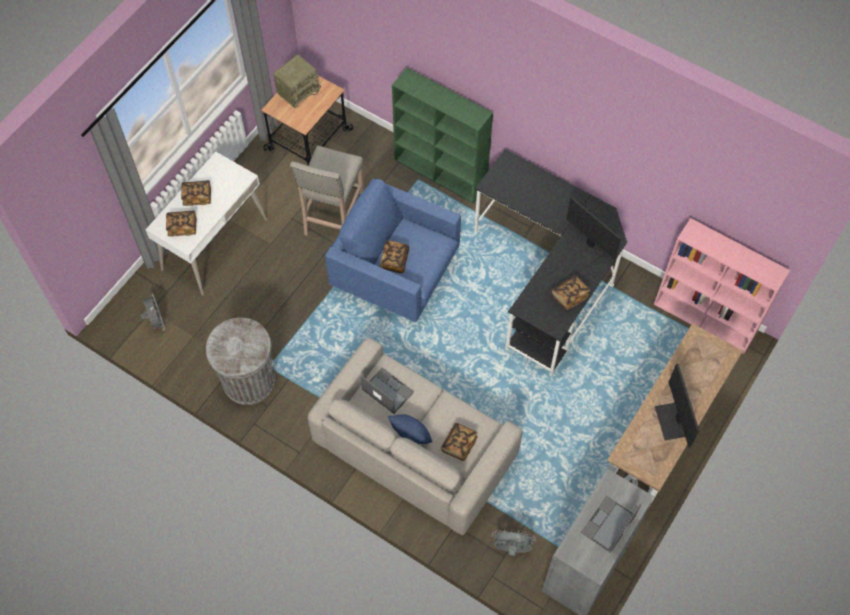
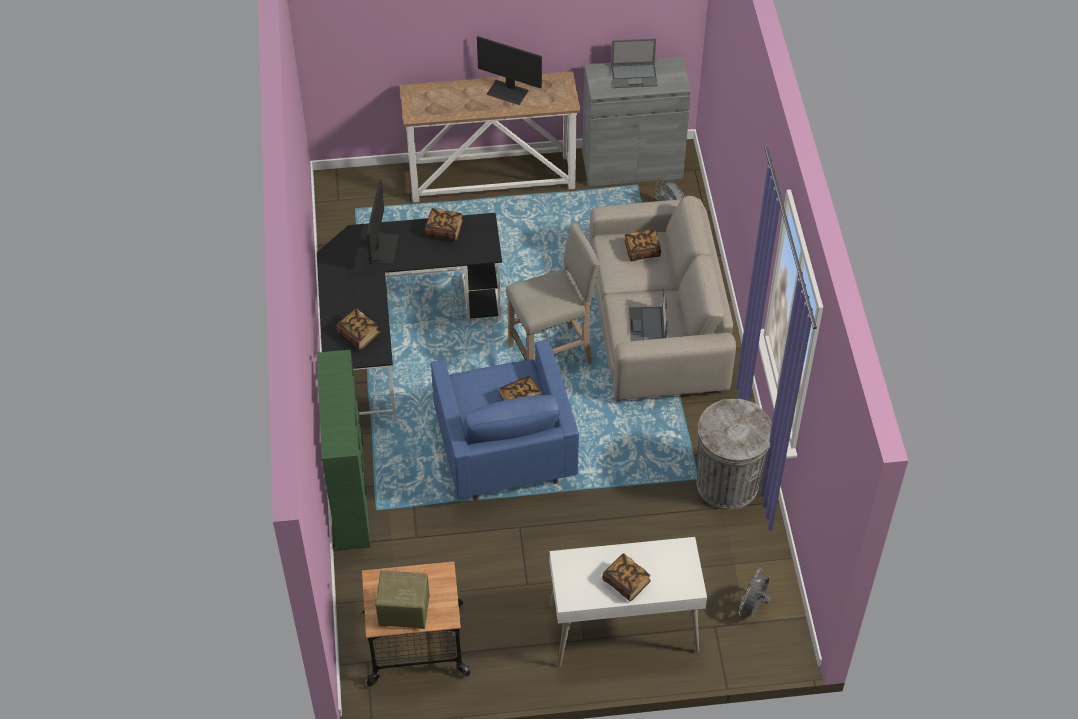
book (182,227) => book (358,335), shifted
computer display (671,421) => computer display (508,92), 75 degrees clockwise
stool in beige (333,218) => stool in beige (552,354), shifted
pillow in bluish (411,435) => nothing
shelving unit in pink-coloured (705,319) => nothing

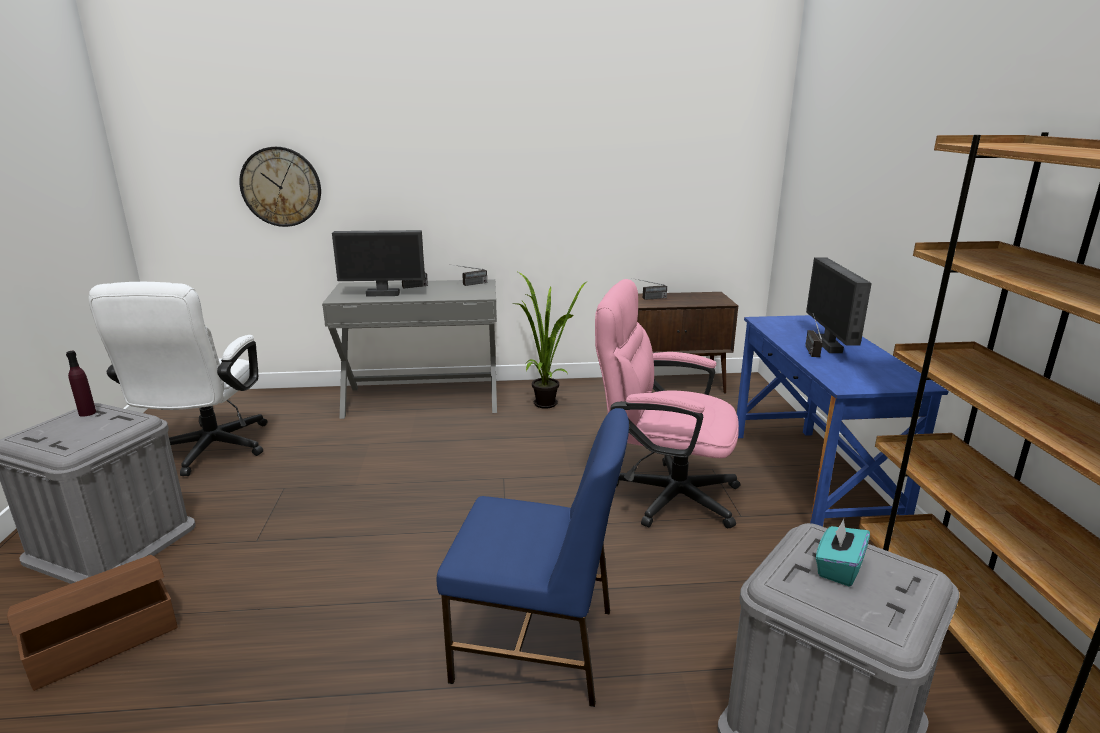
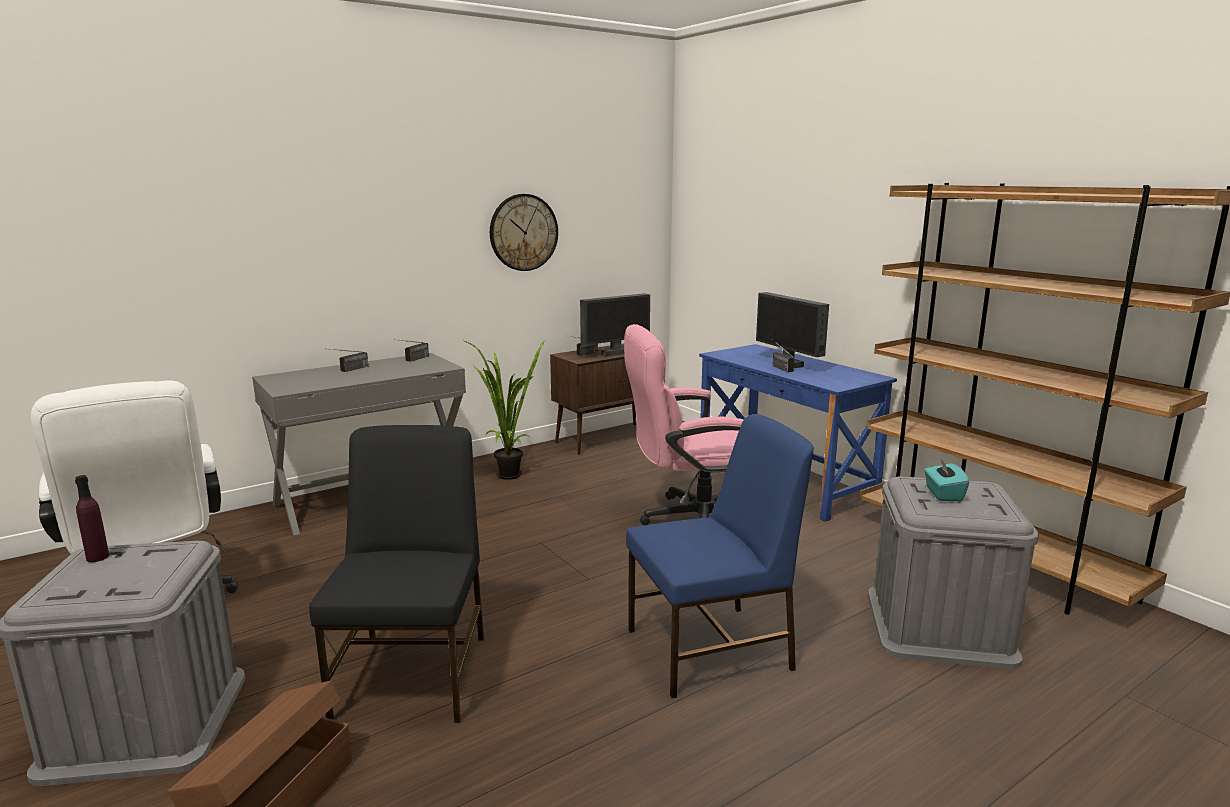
nothing => upright chair in blackish (414,674)
clock on the wall (281,187) => clock on the wall (523,232), shifted
computer display (383,294) => computer display (615,353), shifted

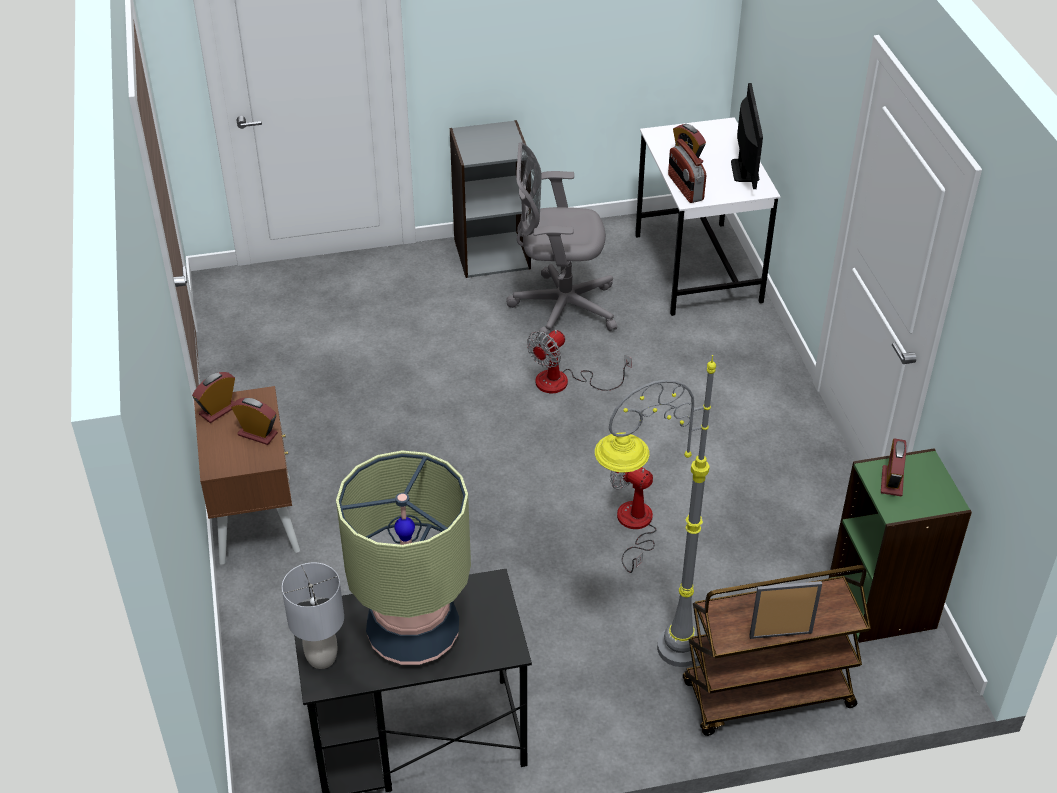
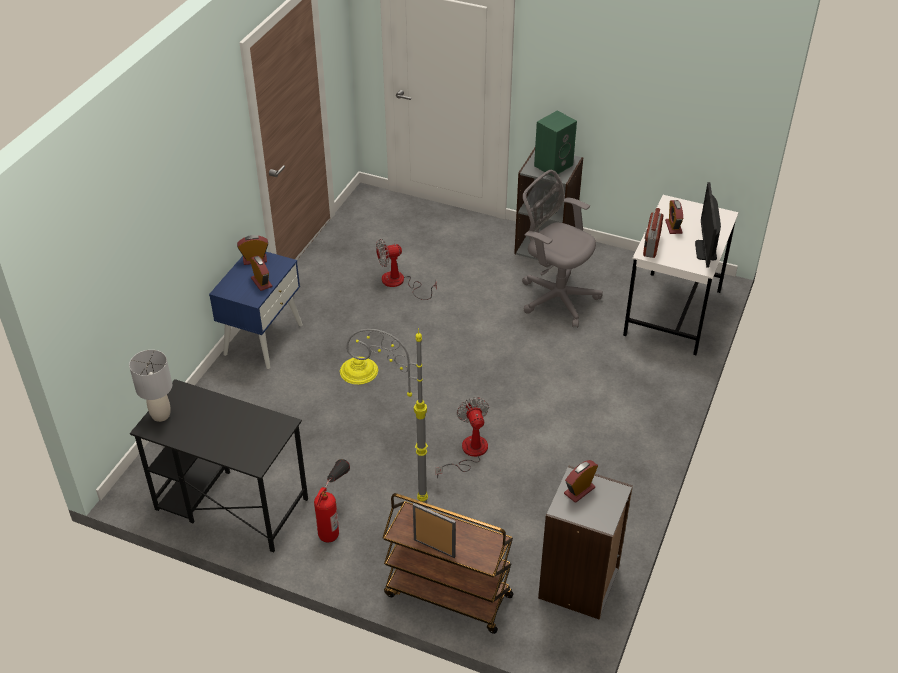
bedside table in brown-coloured (255,518) => bedside table in bluish (263,338)
nothing => fire-fighting cylinder (334,519)
fan (564,382) => fan (399,283), shifted
nothing => speaker in green-coloured (553,165)
shelving unit in green-coloured (883,602) => shelving unit in grey (579,583)
computer display (744,170) => computer display (706,250), 150 degrees clockwise
table lamp (413,633) => nothing

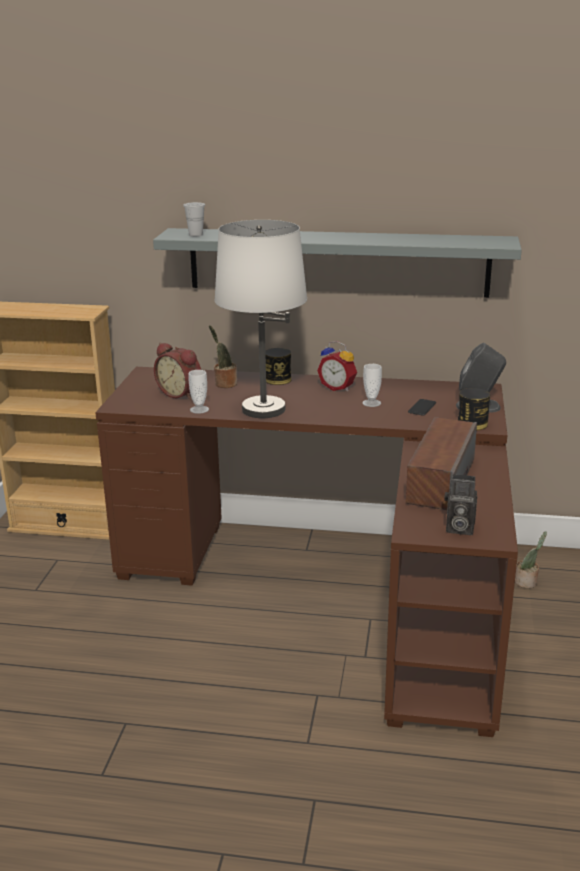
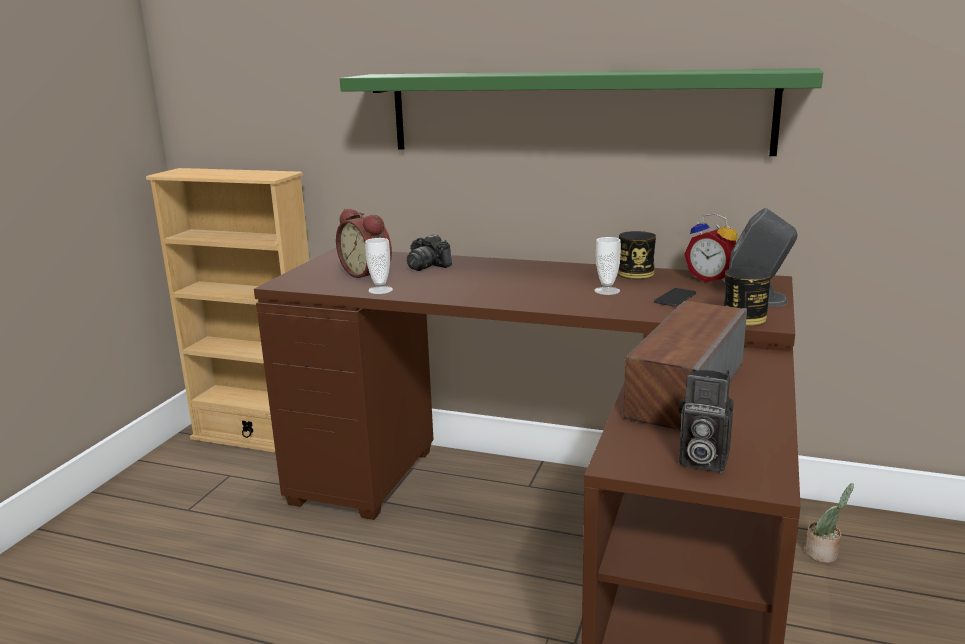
shelf in grey (337,262) => shelf in green-coloured (574,112)
plant in a pot (224,384) => photo camera (427,266)
can (278,380) => can (635,274), shifted
alarm clock (338,387) => alarm clock (712,279), shifted
drinking cup in white-coloured (195,235) => nothing
table lamp in white-coloured (263,410) => nothing

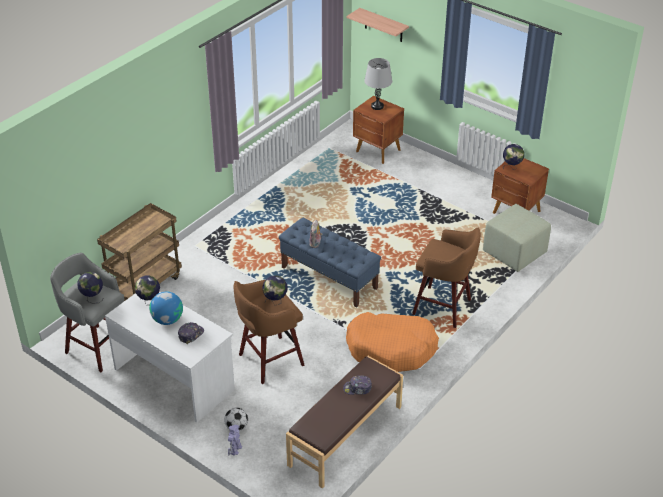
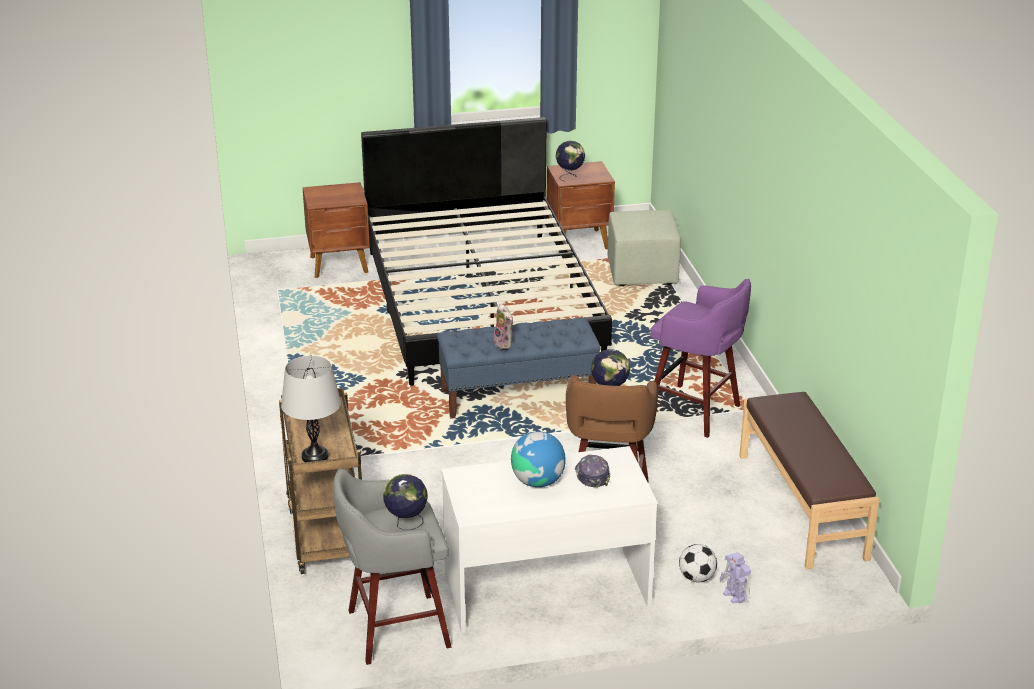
table lamp in grey (377,106) => table lamp in grey (315,456), shifted
nothing => bed in blackish (481,304)
pet bed in orangey (391,349) => stool in purple (695,412)
desk globe (149,302) => nothing
baseball cap (357,388) => nothing
shelf (383,25) => nothing
stool in brown-coloured (443,308) => nothing

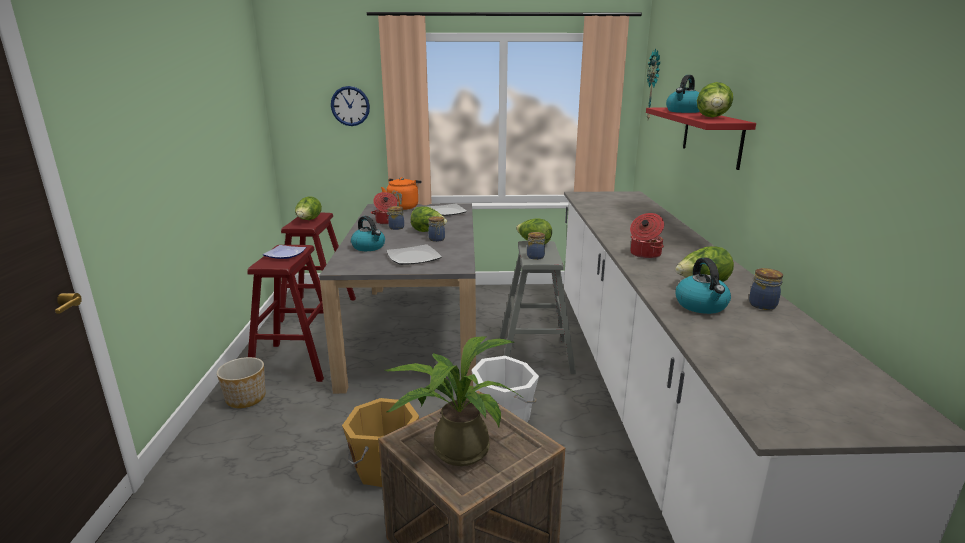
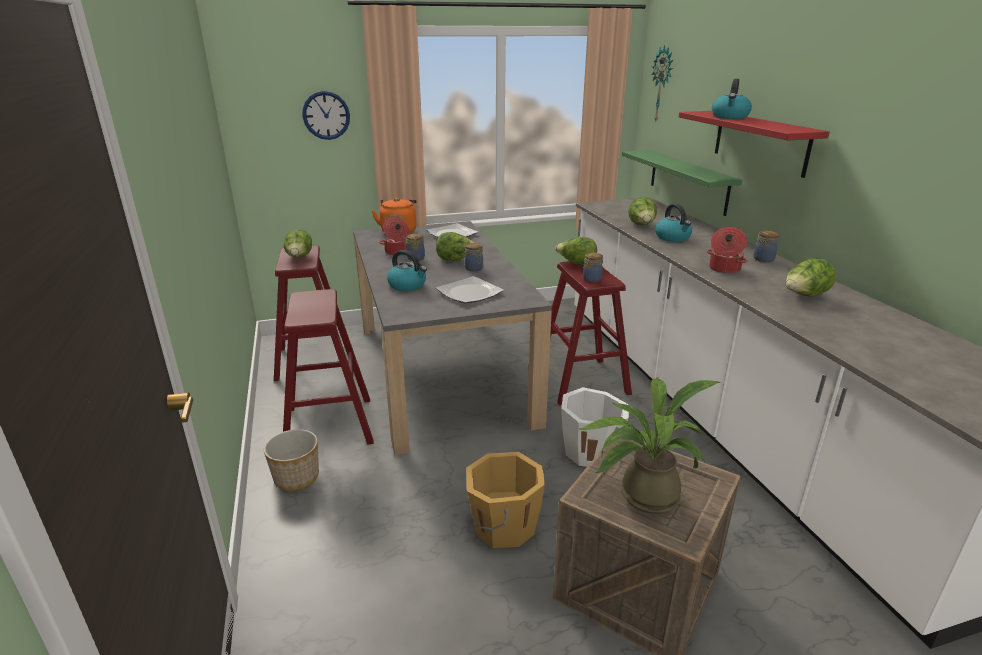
stool in grey (535,356) => stool in red (581,381)
nothing => shelf in green-coloured (688,181)
lettuce (712,118) => lettuce (641,226), shifted
kettle (701,305) => kettle (673,237), shifted
jar (763,305) => jar (764,259), shifted
dinner plate (284,254) => nothing

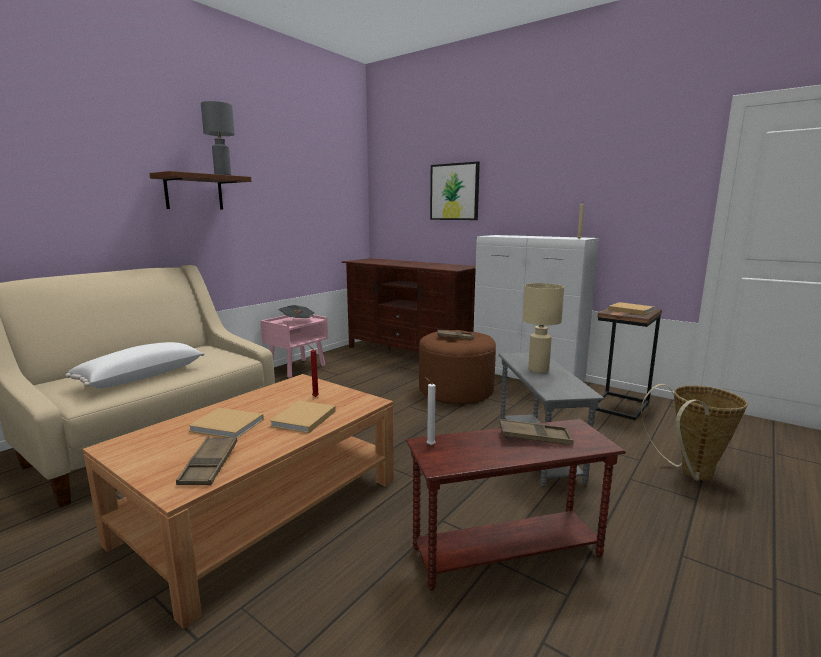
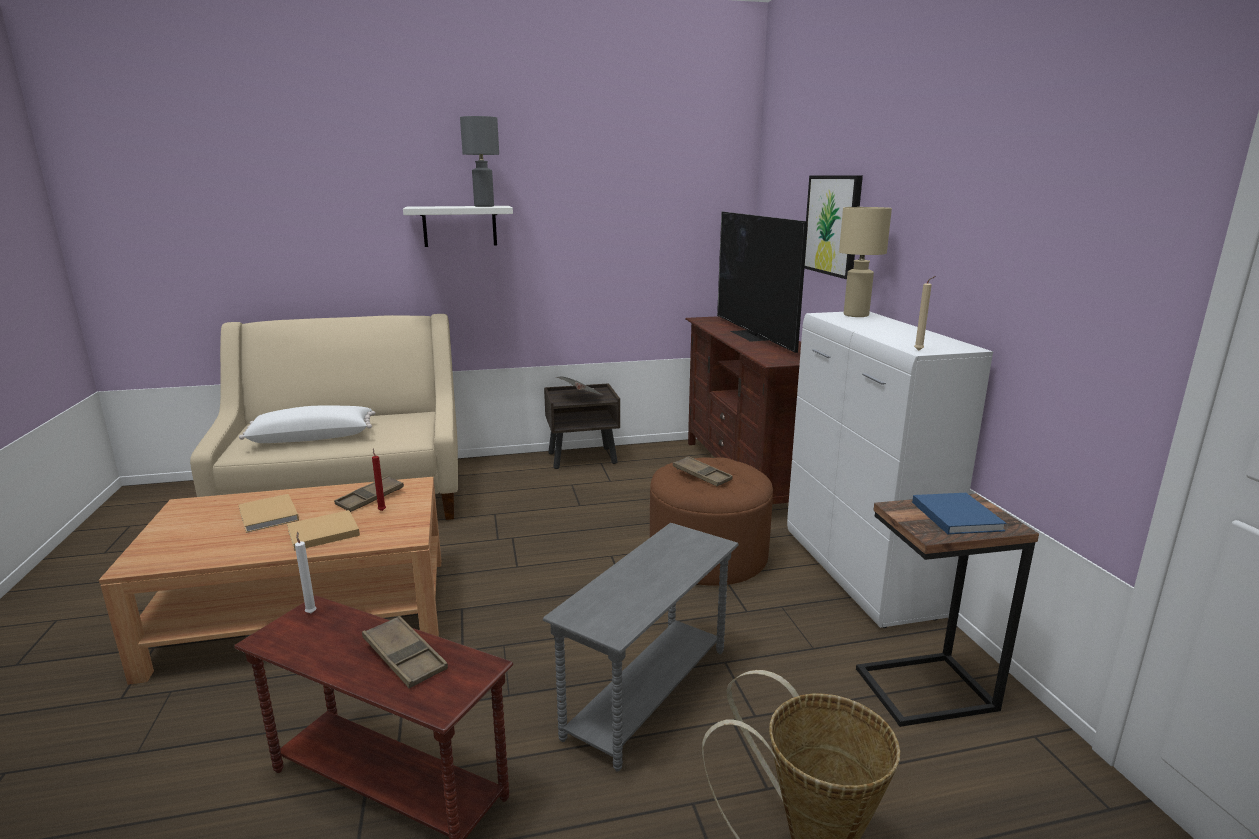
tray in brown-coloured (209,465) => tray in brown-coloured (370,498), shifted
shelf in brown-coloured (194,192) => shelf in white-coloured (459,226)
bedside table in pink-coloured (297,368) => bedside table in brown-coloured (583,458)
nothing => television (753,335)
table lamp in beige (538,370) => table lamp in beige (855,315), shifted
book in beige (629,310) => book in bluish (955,515)

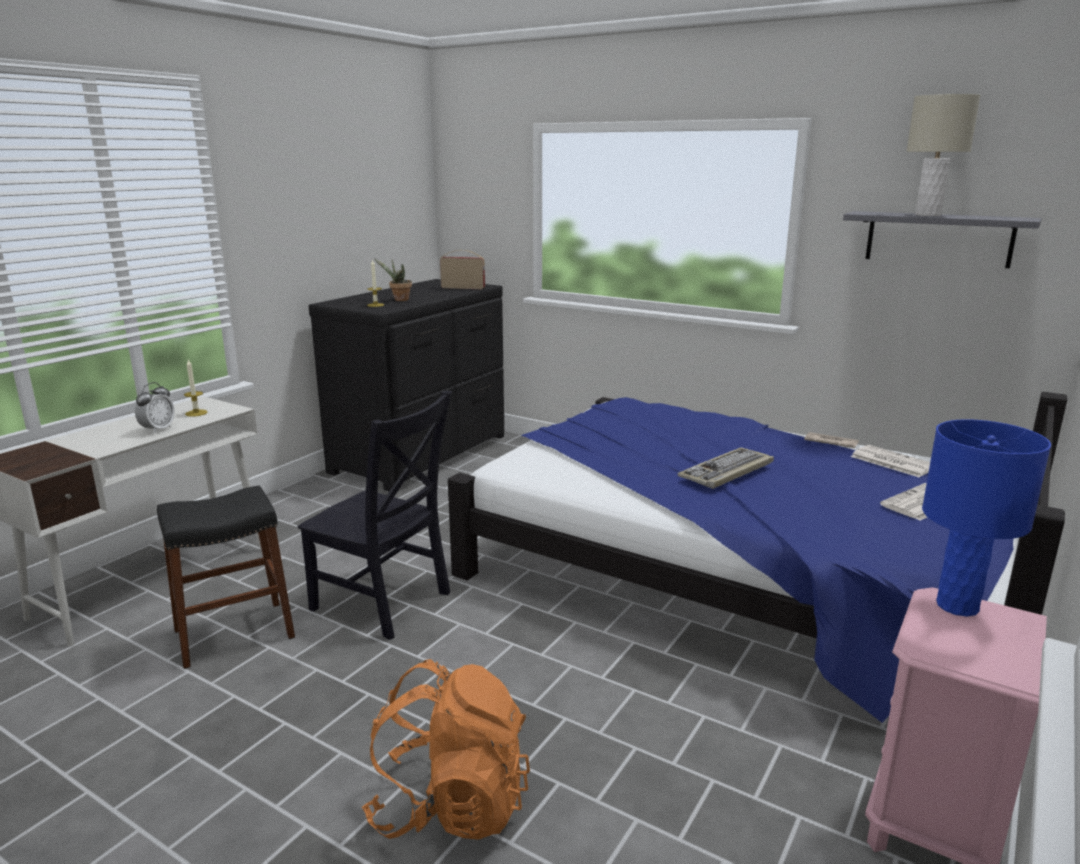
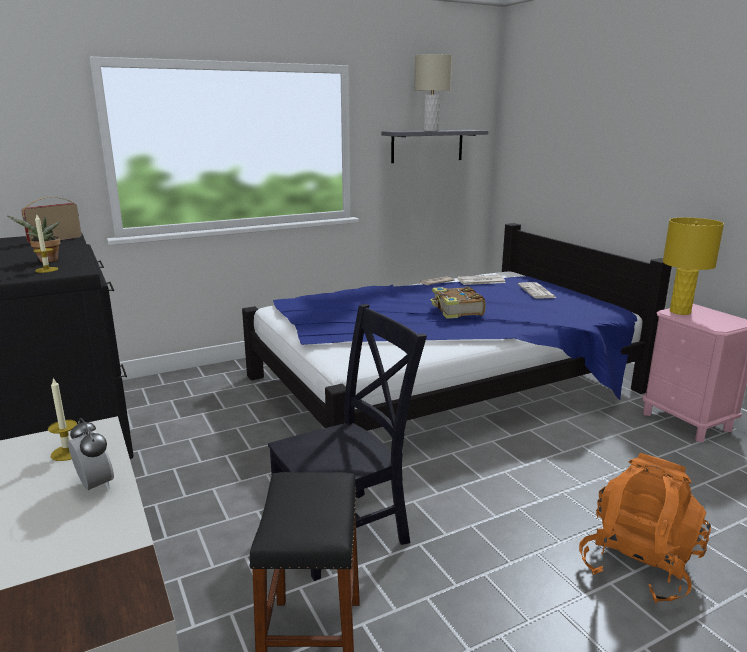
computer keyboard (727,471) => book (456,310)
table lamp in bluish (956,605) => table lamp in yellow-coloured (679,312)

